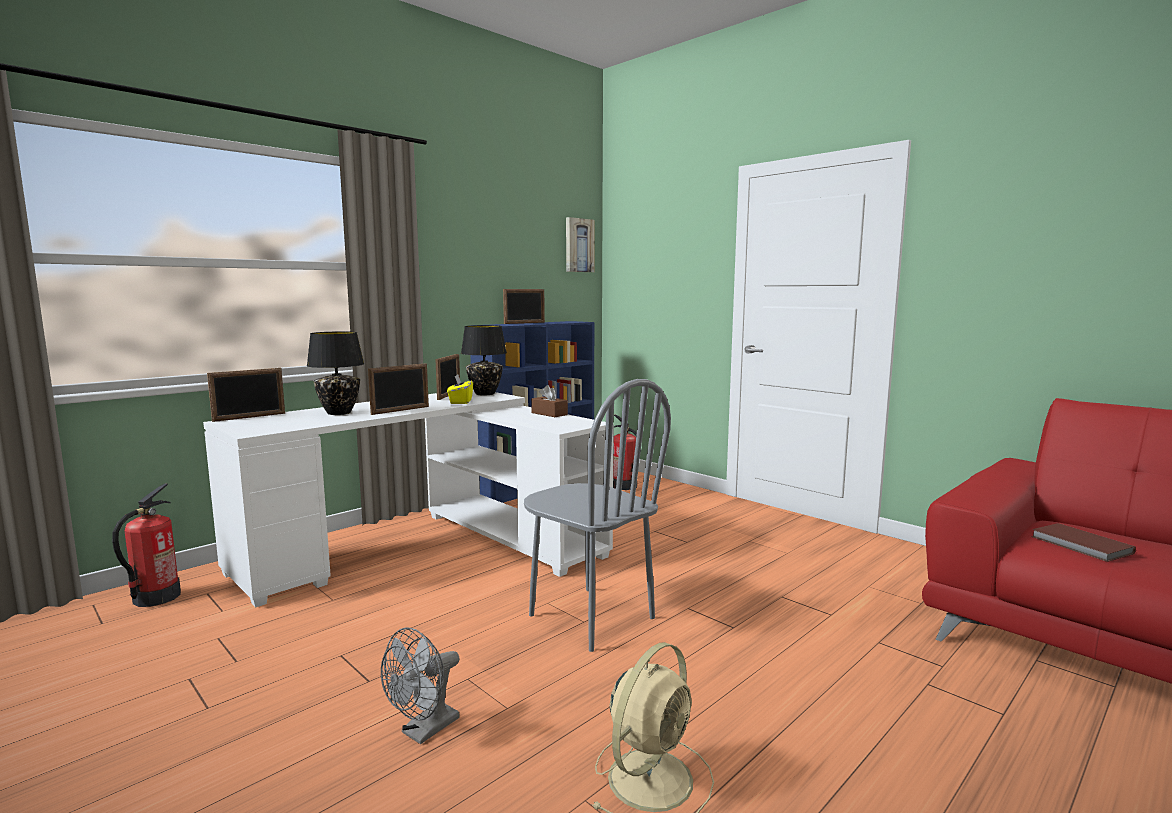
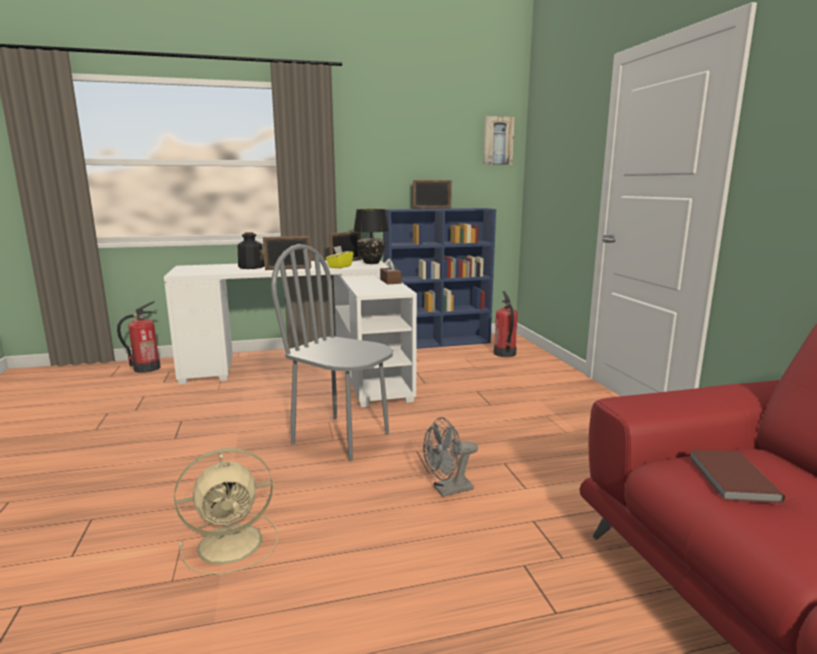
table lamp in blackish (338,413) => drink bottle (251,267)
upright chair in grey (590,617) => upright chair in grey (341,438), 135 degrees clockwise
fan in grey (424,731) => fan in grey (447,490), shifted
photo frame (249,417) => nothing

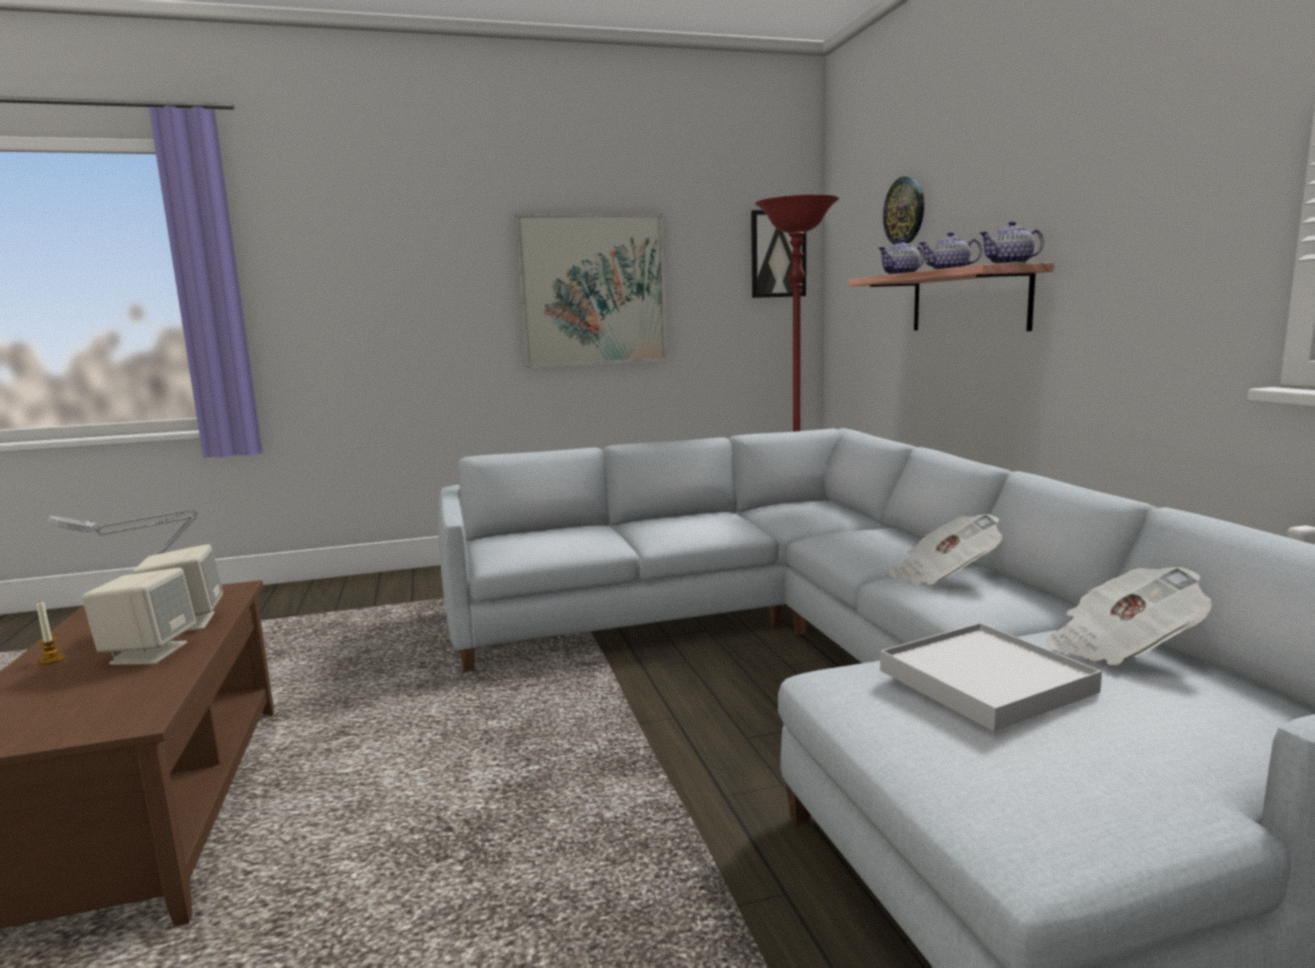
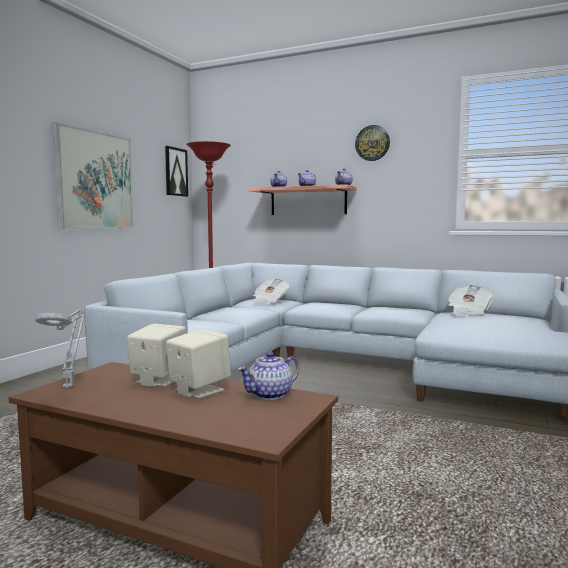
nothing => tea pot (270,394)
printed paper (943,576) => printed paper (269,302), shifted
clock on the wall (905,211) => clock on the wall (372,143), shifted
wax light (52,660) => nothing
tray in white-coloured (985,681) => nothing

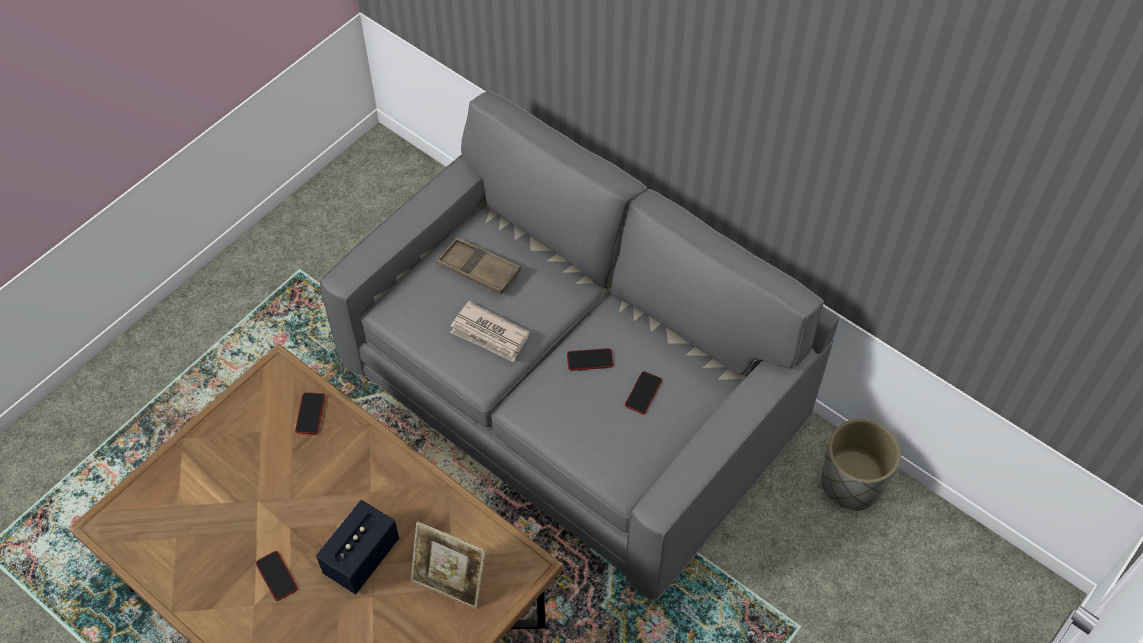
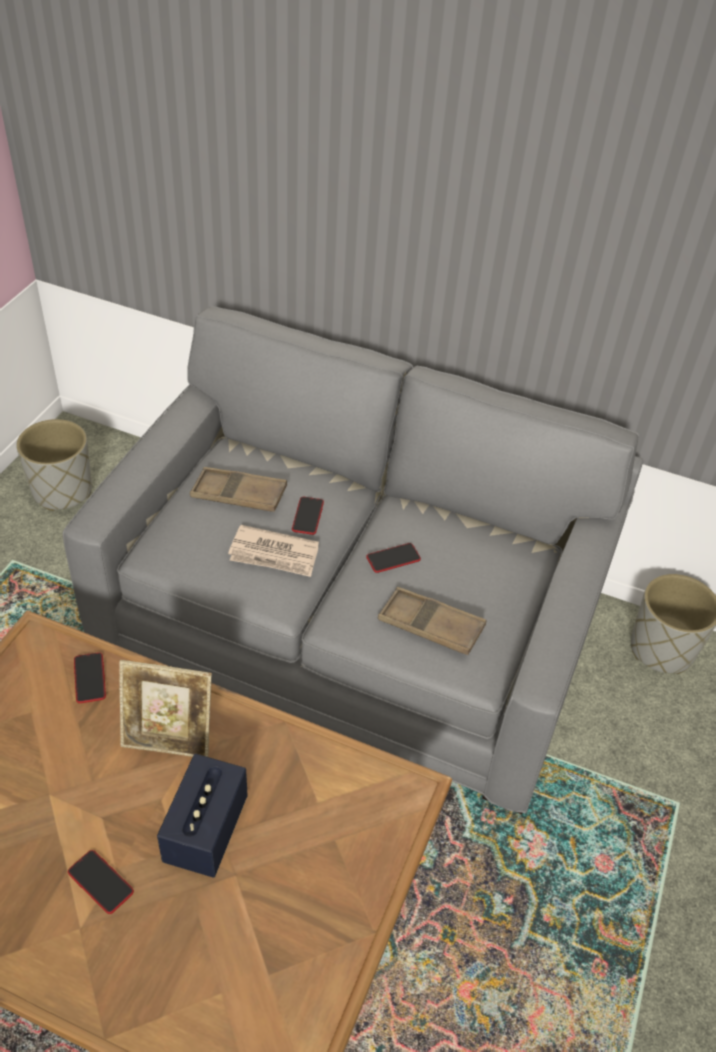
nothing => planter in grey (62,490)
photo frame (450,582) => photo frame (169,738), shifted
handset (643,393) => handset (308,516), shifted
nothing => tray in brown-coloured (430,625)

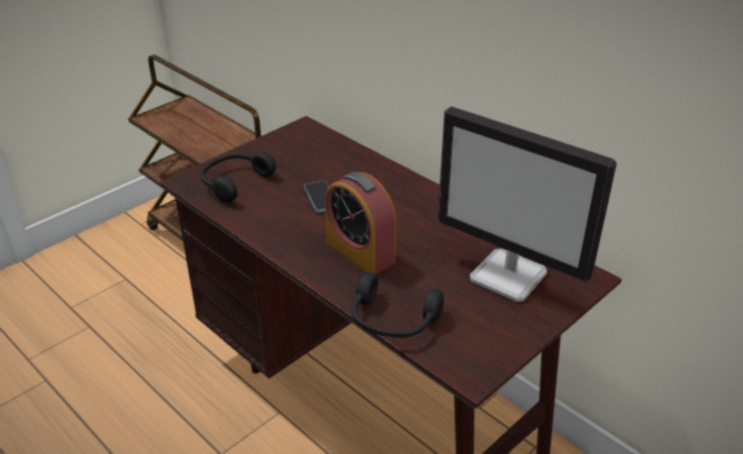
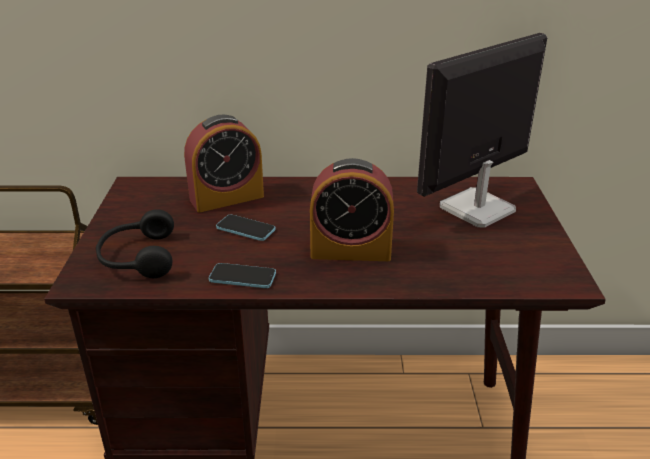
nothing => alarm clock (226,198)
nothing => handset (242,277)
computer display (509,276) => computer display (476,209), 150 degrees clockwise
headphones in blackish (392,321) => nothing

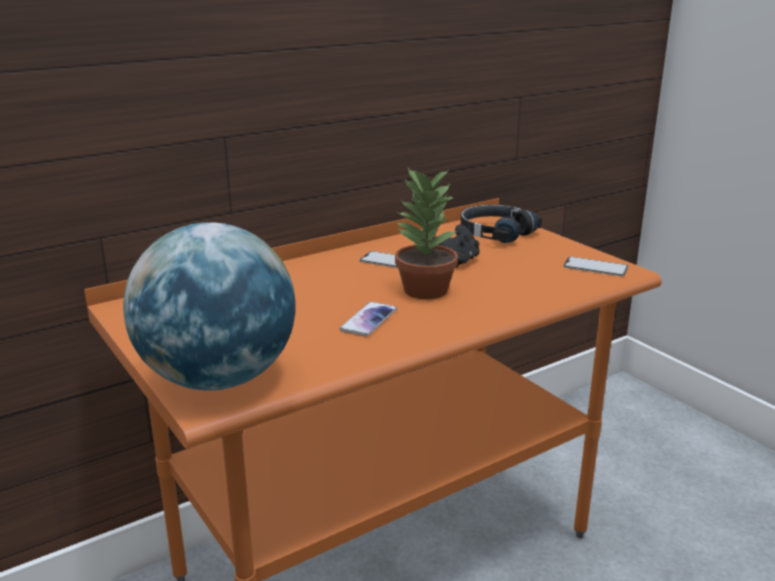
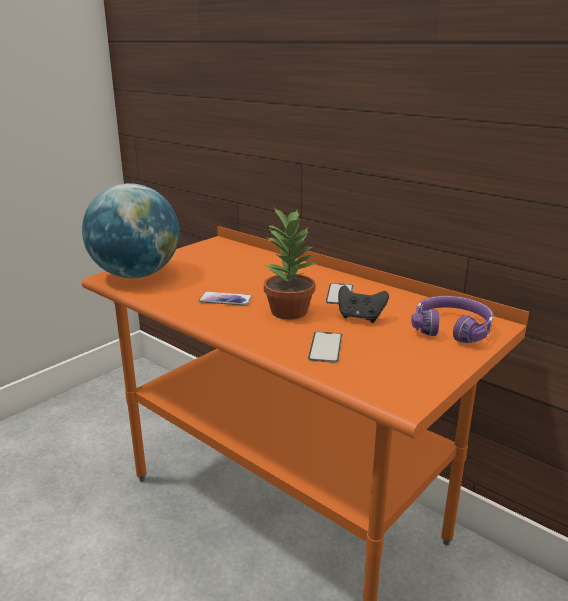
handset (595,267) => handset (325,347), shifted
headphones in blackish (495,233) => headphones in purple (452,328)

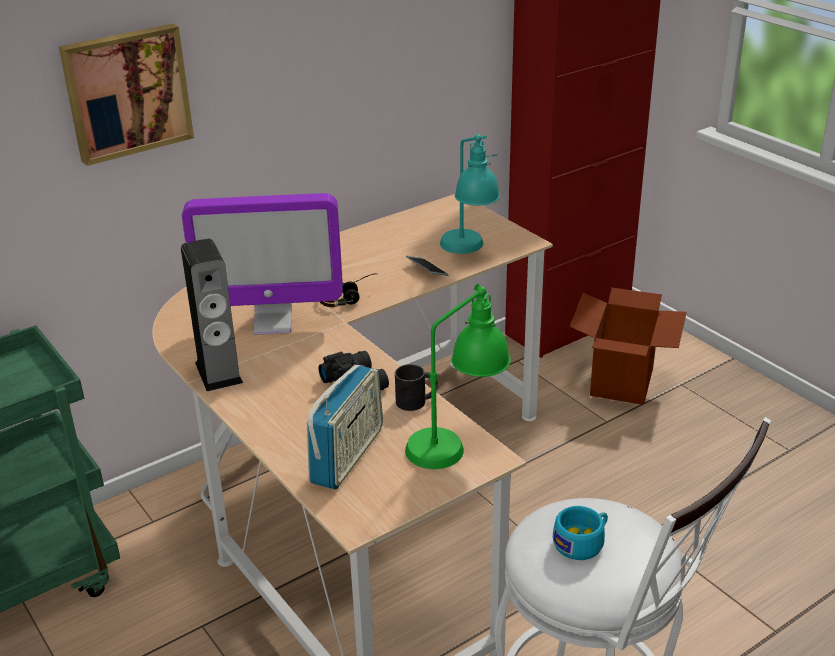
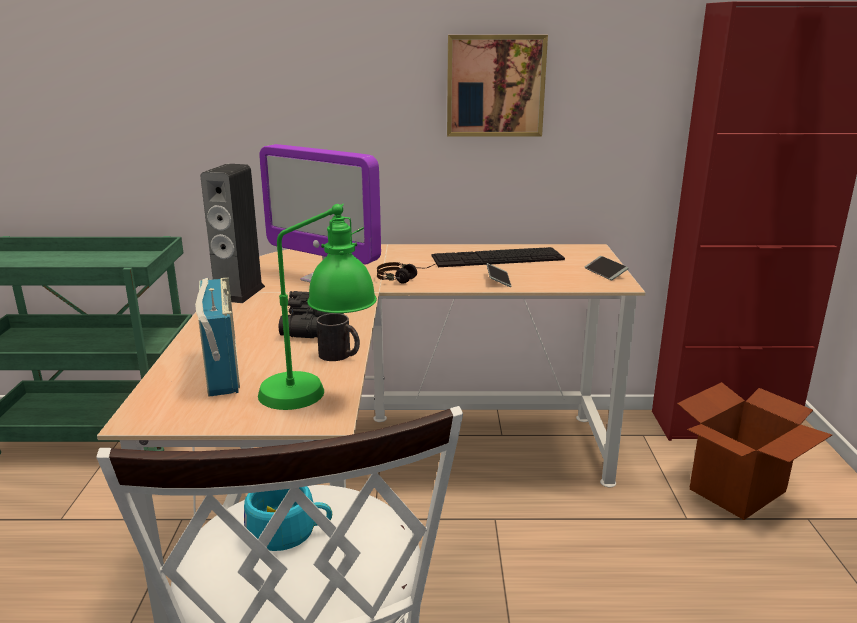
radio (347,455) => radio (222,370), 75 degrees counterclockwise
nothing => computer keyboard (497,258)
wall picture (126,92) => wall picture (495,86), shifted
nothing => handset (605,272)
table lamp in turquoise (469,252) => nothing

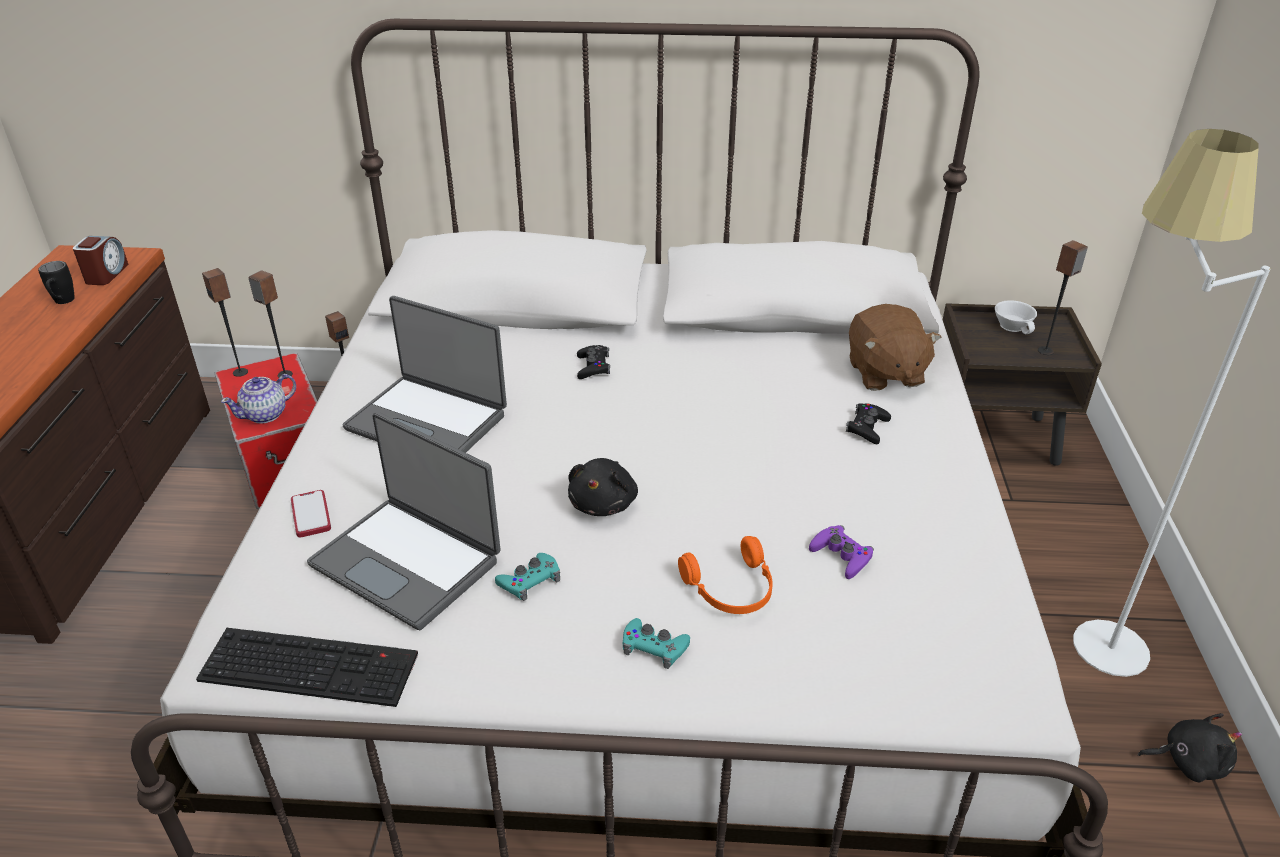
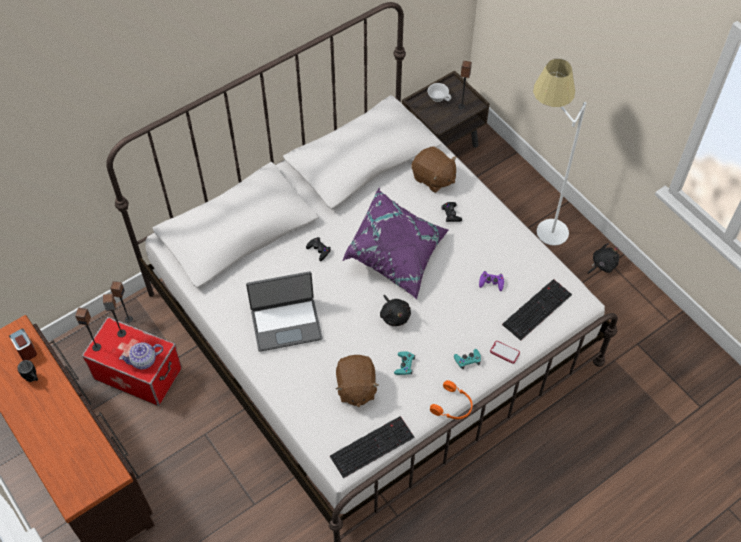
tea pot (266,414) => tea pot (144,360), 60 degrees clockwise
notebook computer (408,561) => cuddly toy in brown-coloured (356,388)
nothing => pillow in purple (396,255)
headphones in orangey (731,590) => headphones in orangey (453,406), shifted
handset (311,515) => handset (504,352), shifted
nothing => computer keyboard (537,308)

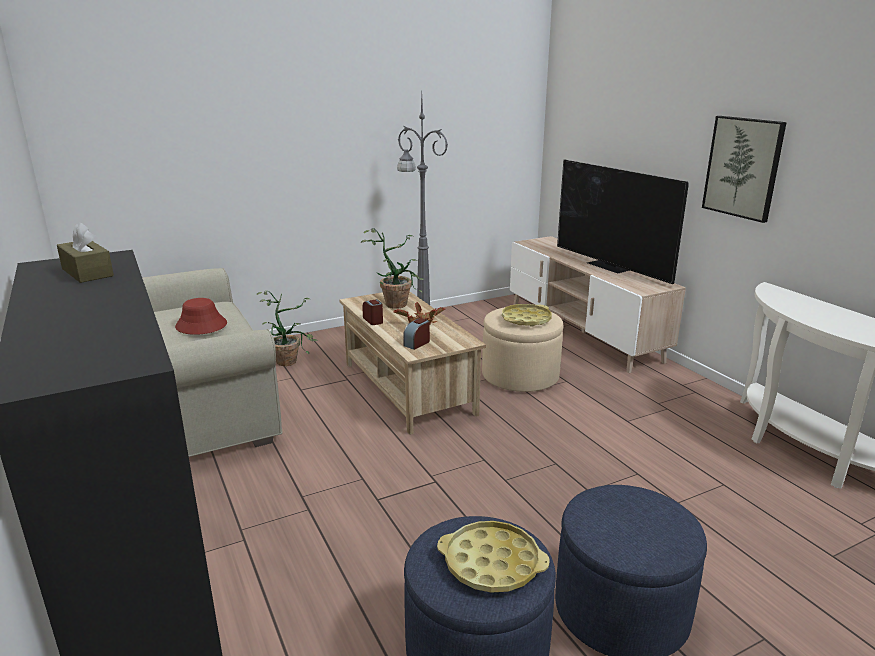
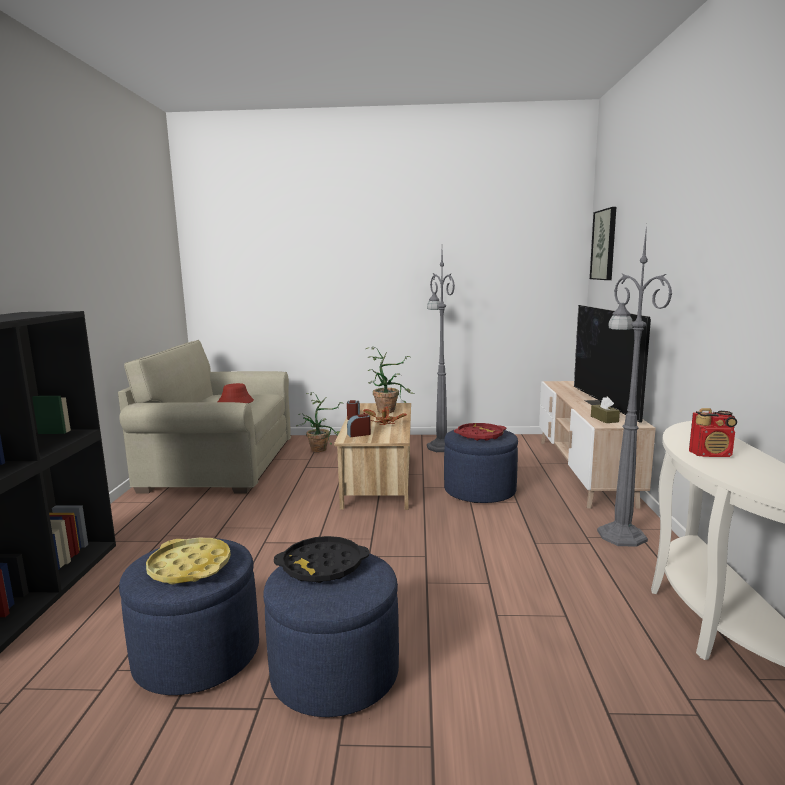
nothing => tray in blackish (322,566)
footrest in beige (520,376) => footrest in bluish (479,490)
tray in yellow-coloured (526,319) => tray in red (480,435)
wall picture (743,167) => wall picture (604,245), shifted
box of tissues in brown-coloured (87,272) => box of tissues in brown-coloured (604,419), shifted
nothing => standard lamp in grey (620,534)
nothing => radio (711,454)

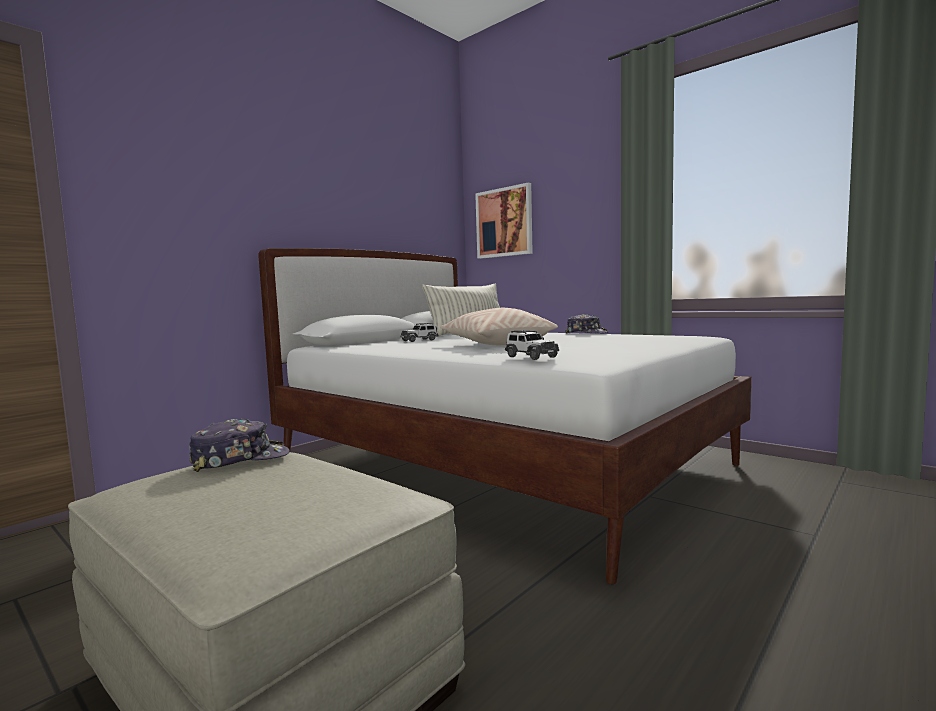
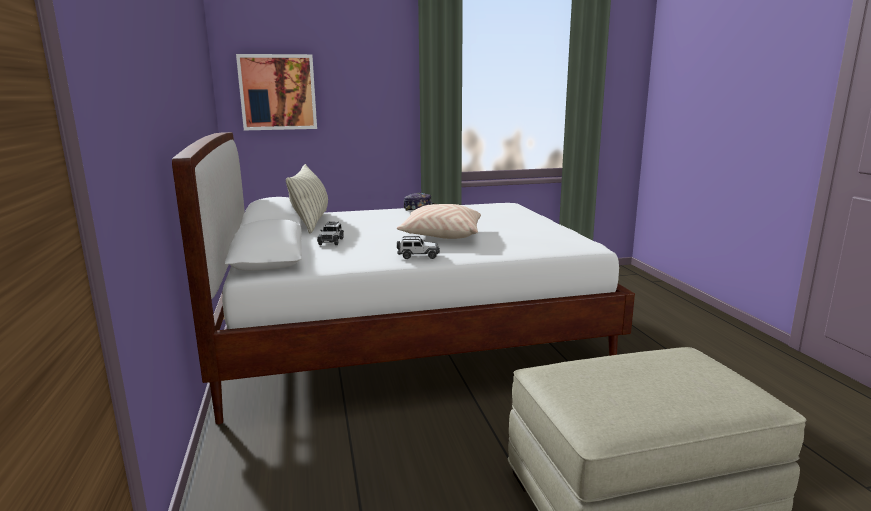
miniature car (530,357) => miniature car (418,256), shifted
baseball cap (240,459) => nothing

